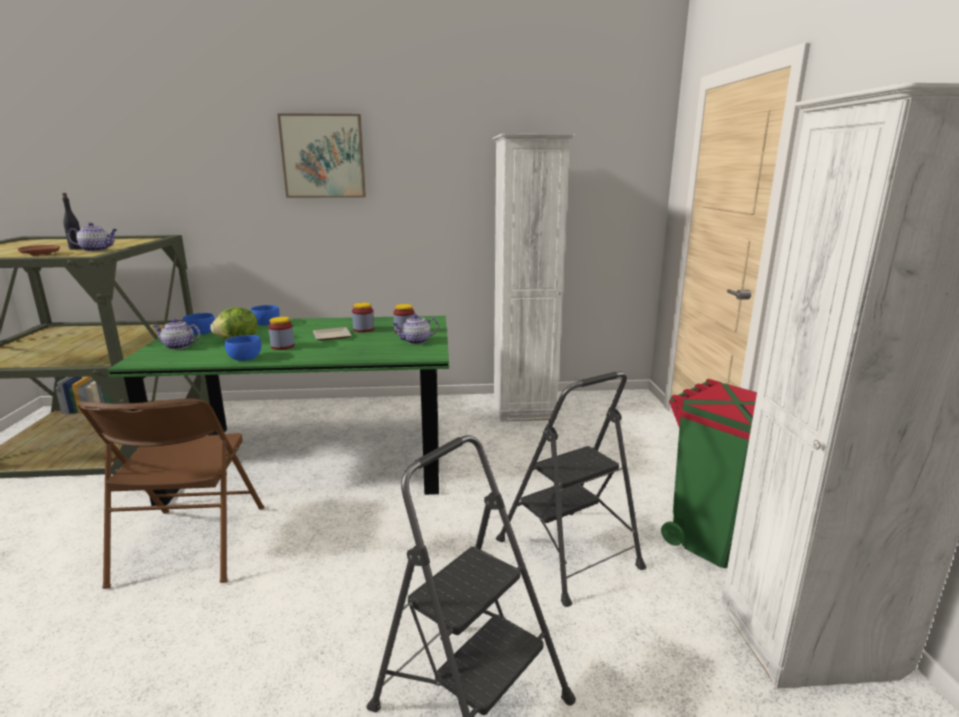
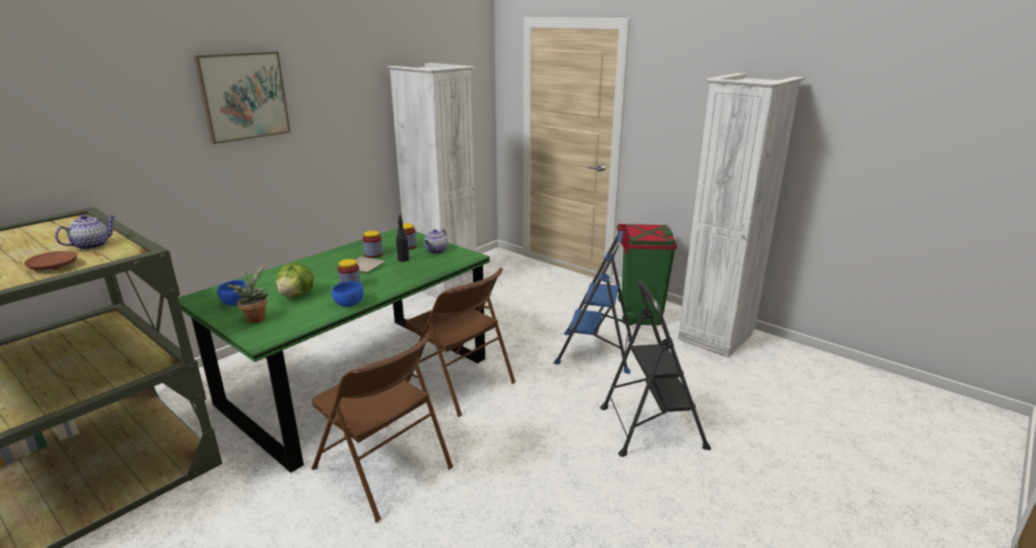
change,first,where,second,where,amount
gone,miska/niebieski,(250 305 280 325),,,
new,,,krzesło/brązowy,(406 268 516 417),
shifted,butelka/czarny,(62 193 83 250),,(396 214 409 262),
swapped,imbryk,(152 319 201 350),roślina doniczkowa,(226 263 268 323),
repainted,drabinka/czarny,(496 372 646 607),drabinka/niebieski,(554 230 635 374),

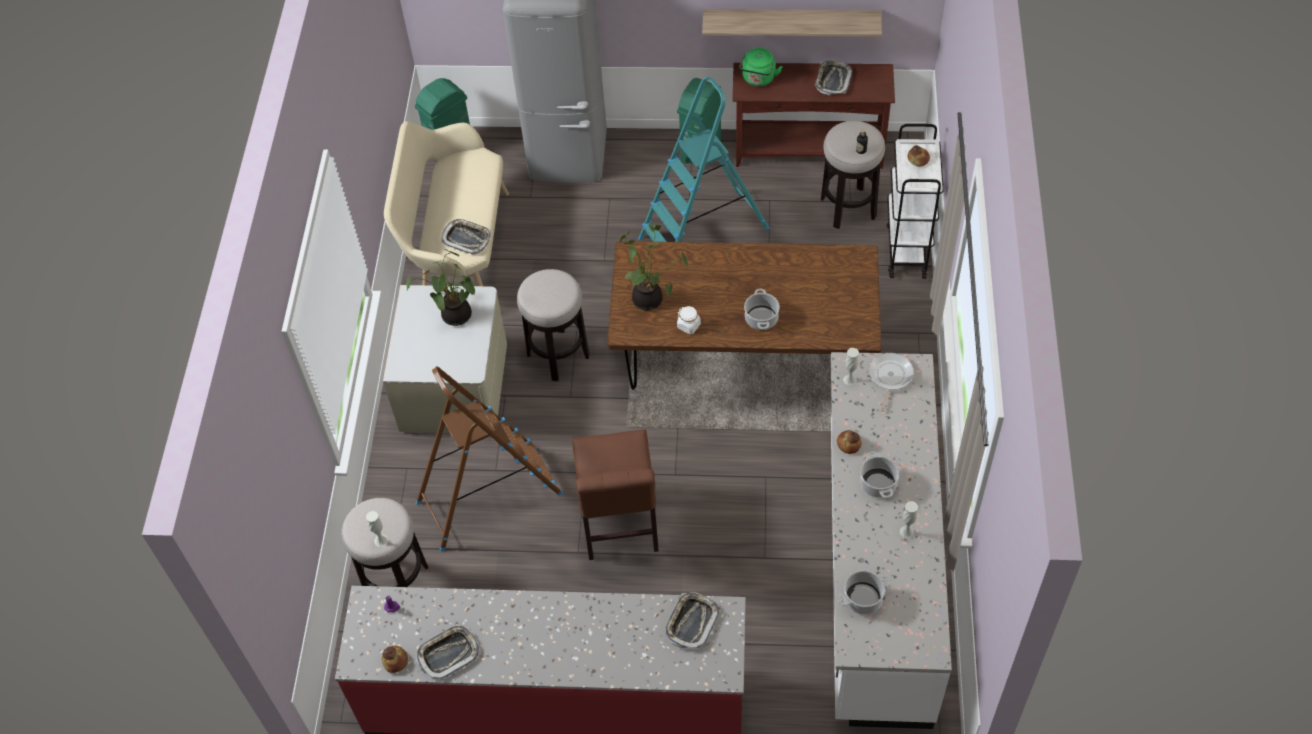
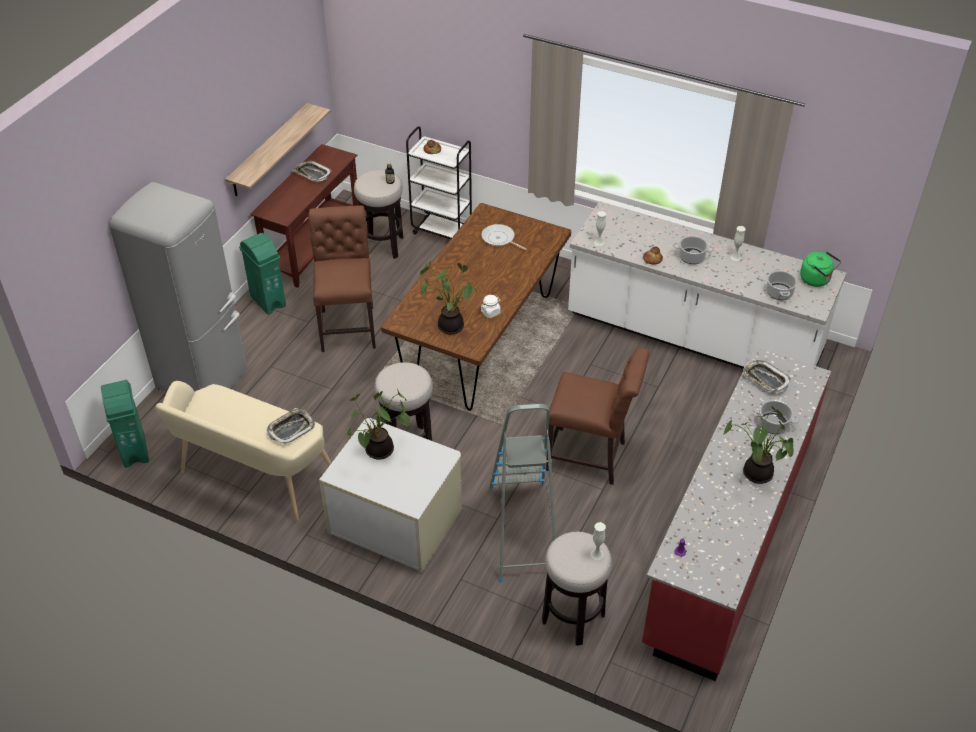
change,first,where,second,where,amount
gone,chleb,(382 646 408 673),,,
gone,taca,(416 624 480 681),,,
new,,,roślina doniczkowa,(723 406 794 484),
shifted,czajnik/zielony,(739 48 783 86),,(800 252 841 287),
shifted,garnek,(744 289 780 330),,(753 400 800 434),
shifted,patelnia,(869 353 914 411),,(481 224 527 250),
swapped,drabinka/turkusowy,(638 77 770 242),krzesło/brązowy,(308 205 376 352),
repainted,drabinka/brązowy,(416 366 563 551),drabinka/szary,(489 404 556 583),

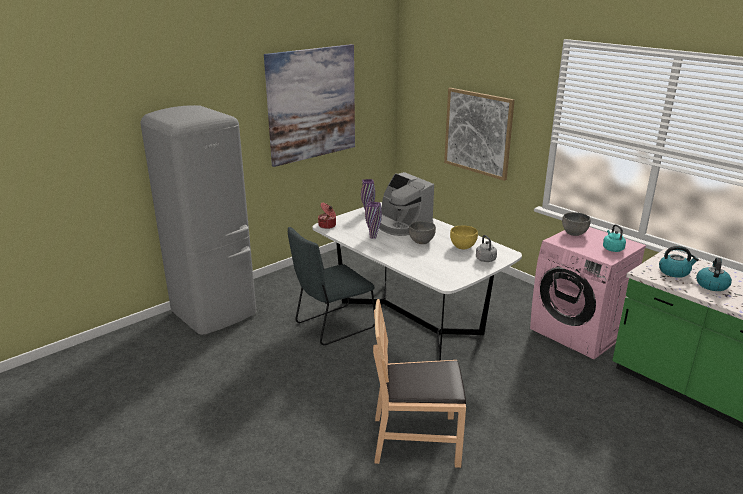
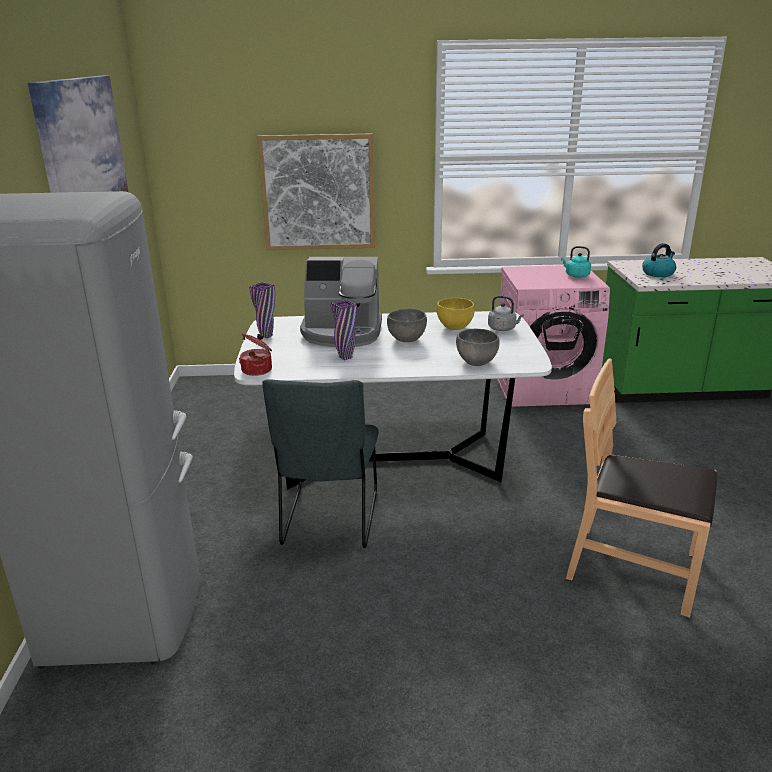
change,first,where,second,where,amount
gone,czajnik,(696 258 732 291),,,
shifted,miska/szary,(562 212 591 236),,(456 329 500 366),
rotated,krzesło/brązowy,(373 299 466 468),,(566 358 717 618),75 degrees clockwise

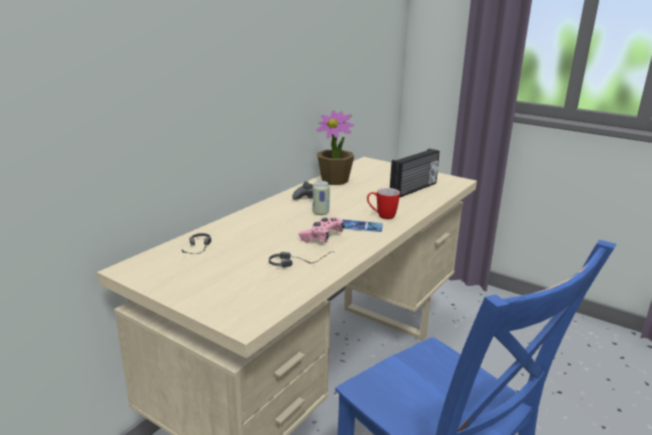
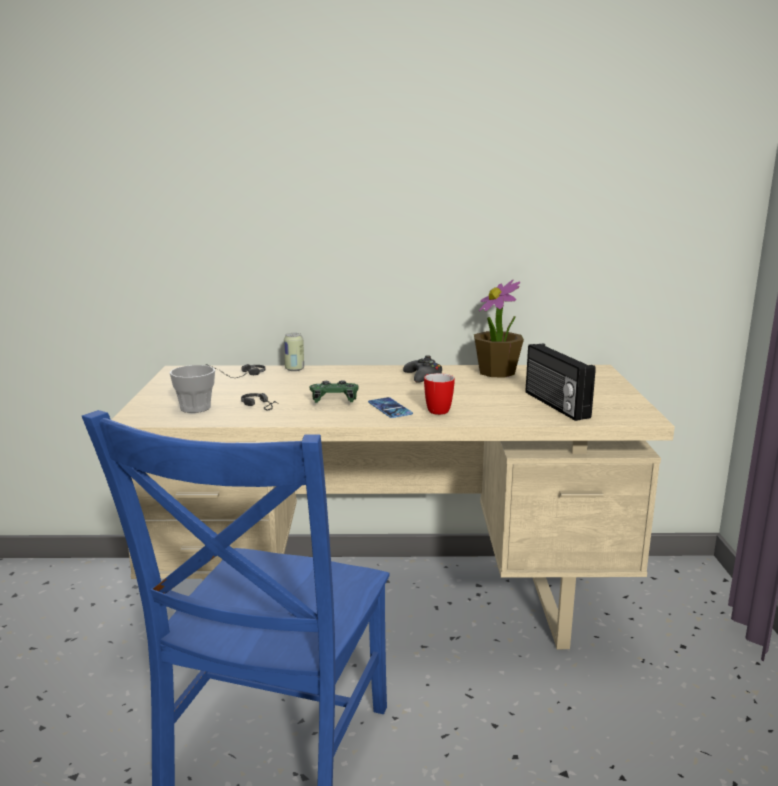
change,first,where,second,where,amount
new,,,filiżanka,(170 365 215 413),
shifted,puszka,(313 181 330 215),,(284 333 304 371),
repainted,pad do gier/różowy,(299 217 345 243),pad do gier/zielony,(310 380 358 403),
rotated,radio,(390 149 440 198),,(525 343 596 421),60 degrees clockwise

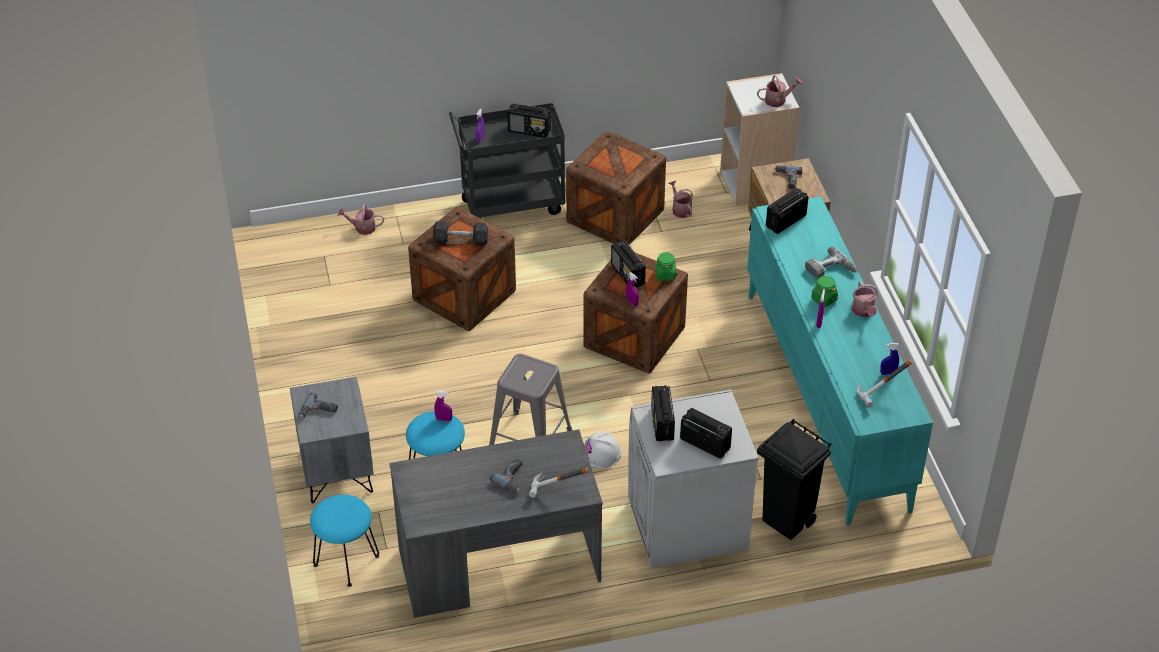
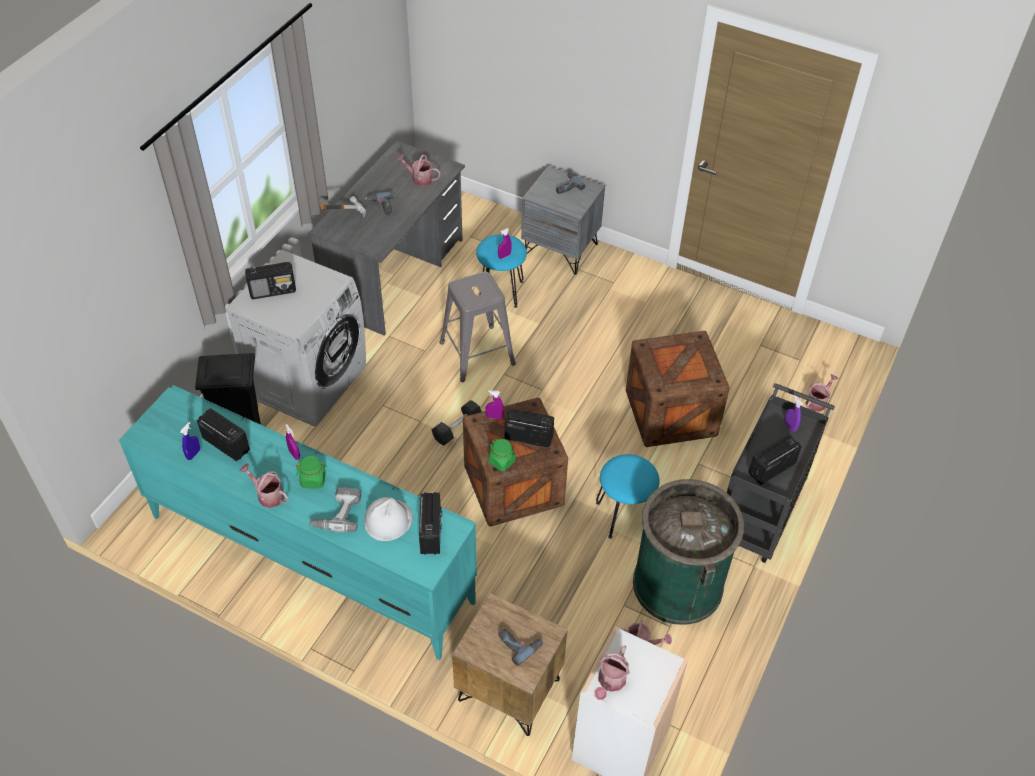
change,first,where,second,where,amount
gone,młotek,(857 360 912 408),,,
new,,,konewka,(397 154 441 186),
shifted,stołek/turkusowy,(310 495 379 587),,(596 454 660 539),
shifted,hantel/szary,(433 221 488 246),,(432 400 482 446),
shifted,kask/biały,(584 432 622 468),,(364 497 413 541),
shifted,radio,(651 385 675 441),,(197 408 250 461),
swapped,skrzynka,(566 131 666 245),kosz na śmieci/zielony,(633 479 744 625),

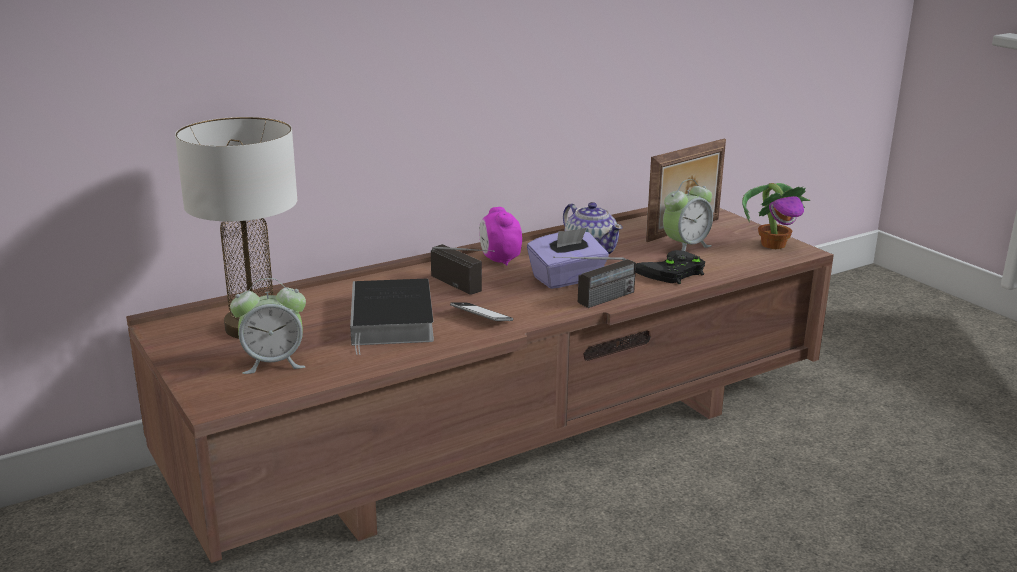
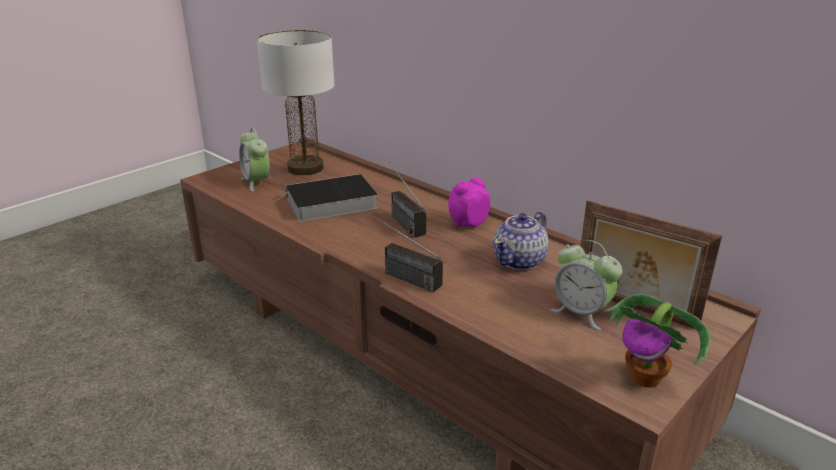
change,first,where,second,where,amount
gone,telefon,(450 302 513 321),,,
gone,pudełko chusteczek/fioletowy,(527 228 609 289),,,
gone,pad do gier/czarny,(635 250 705 284),,,
rotated,radio,(431 244 494 295),,(389 162 426 238),120 degrees clockwise

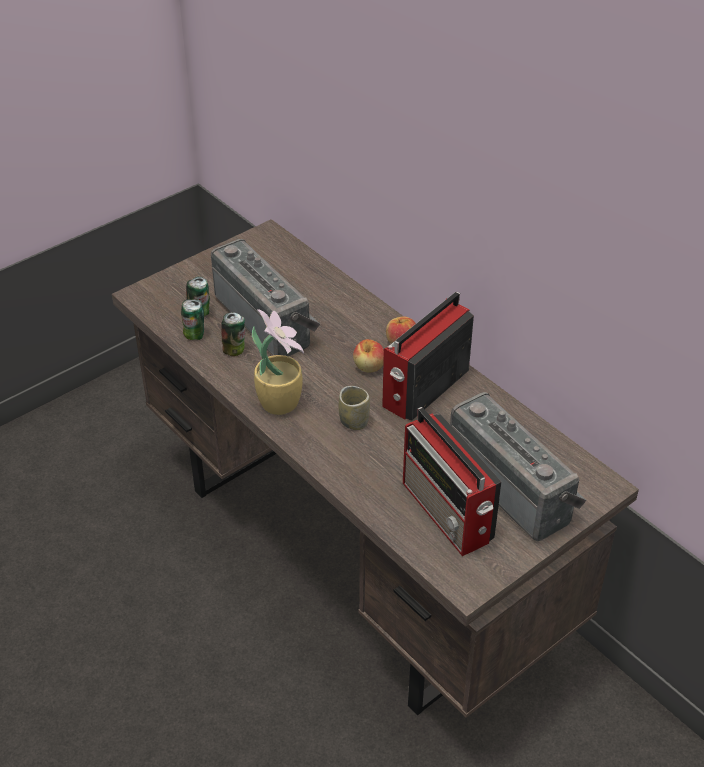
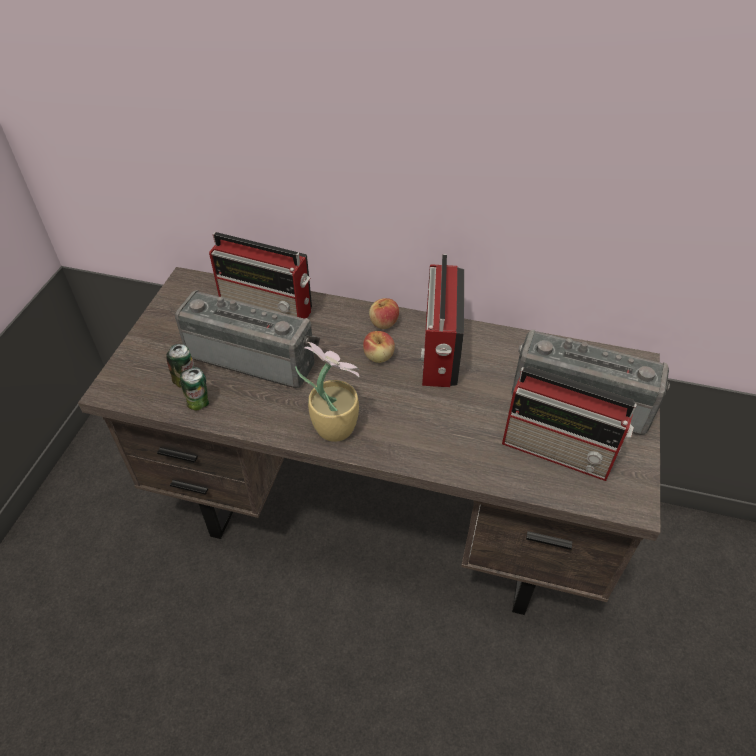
change,first,where,second,where,amount
gone,puszka,(221 312 246 356),,,
gone,filiżanka,(339 386 370 430),,,
new,,,radio,(209 232 312 319),

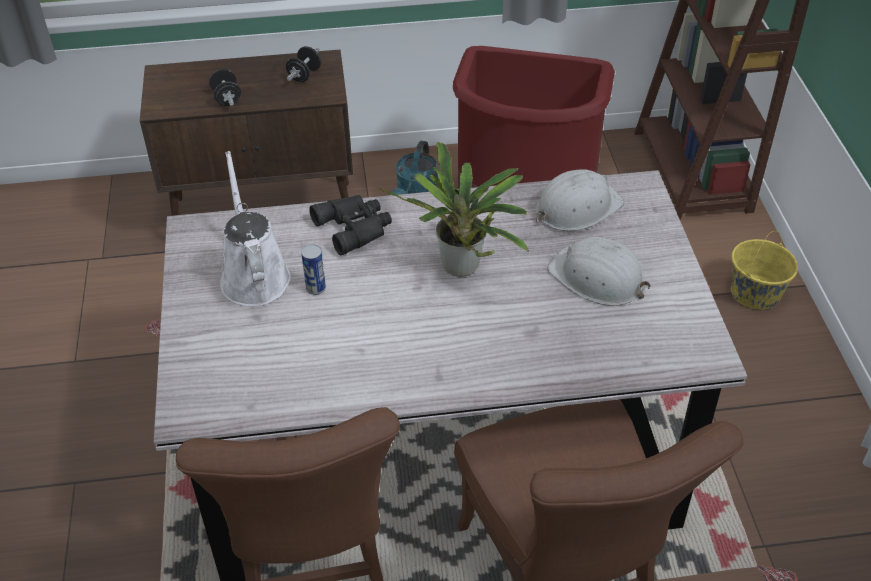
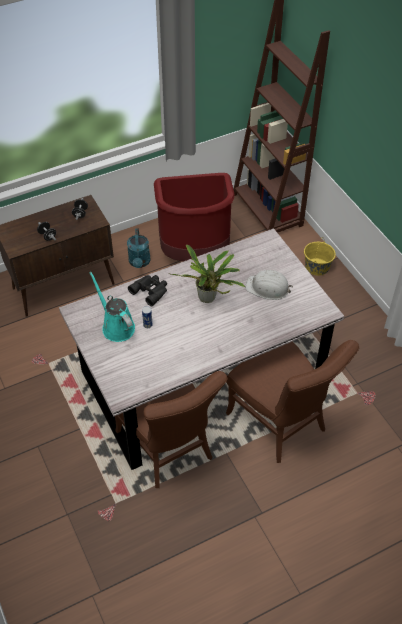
change,first,where,second,where,amount
gone,kask/biały,(536 169 624 231),,,
repainted,konewka/biały,(220 151 291 307),konewka/turkusowy,(90 272 135 342),

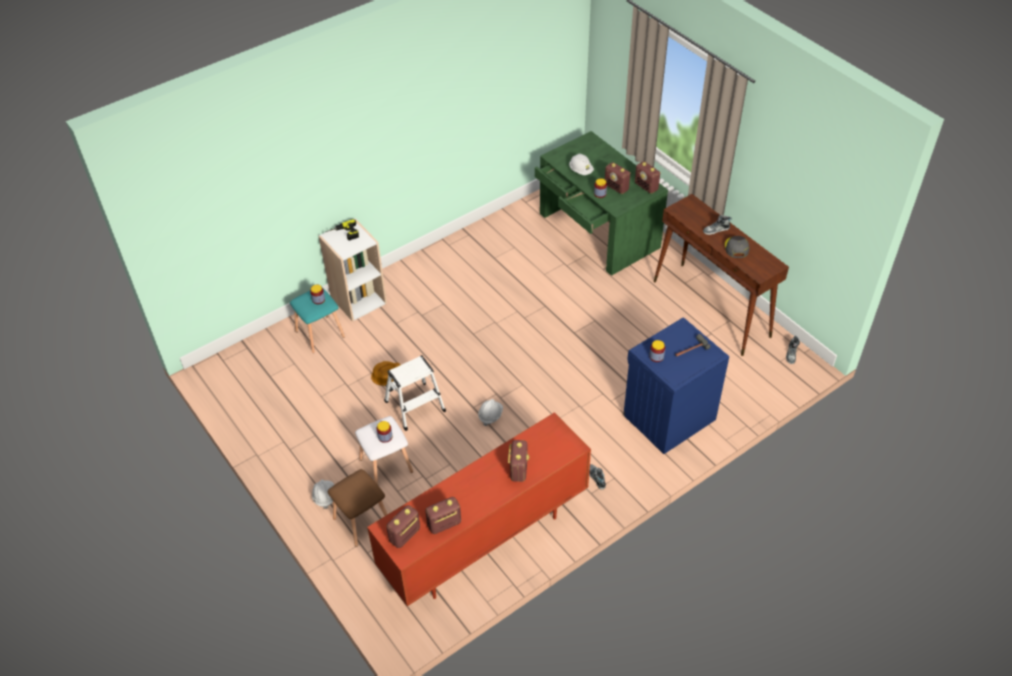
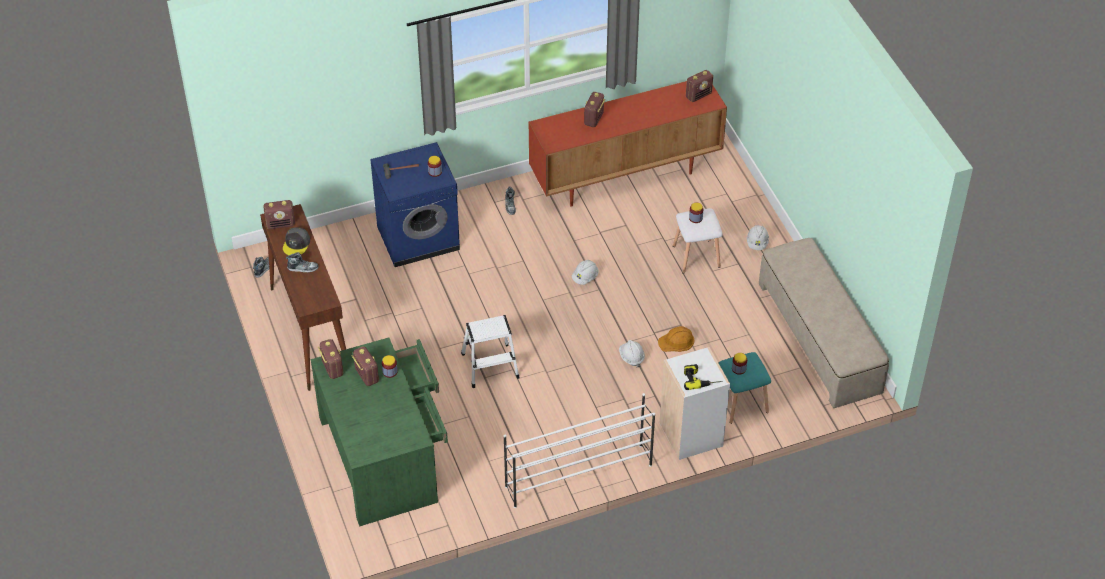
change,first,where,second,where,amount
gone,stołek/brązowy,(328 469 388 547),,,
new,,,regał na buty/biały,(504 393 655 508),
new,,,ławka/beżowy,(759 238 889 408),
shifted,drabinka/biały,(384 355 446 431),,(461 315 520 388),
shifted,radio,(425 497 461 534),,(263 200 295 229),
shifted,kask/biały,(569 154 594 175),,(619 340 645 368),

